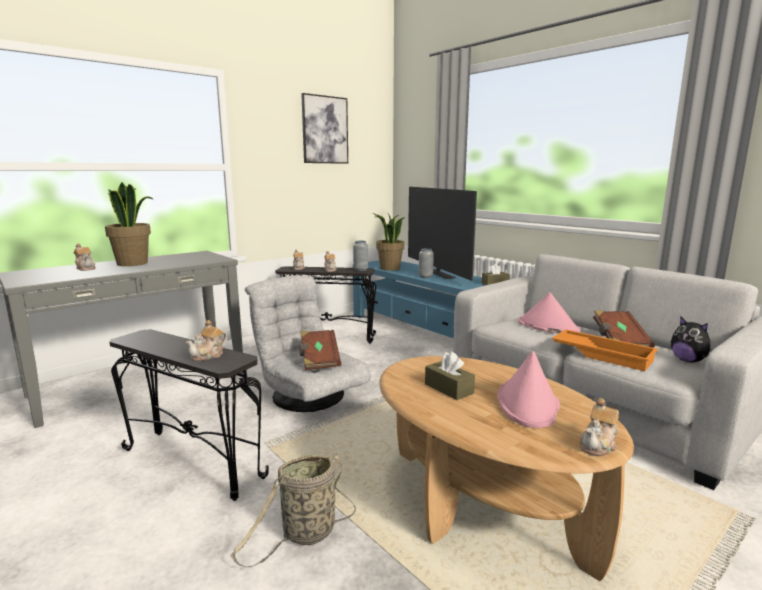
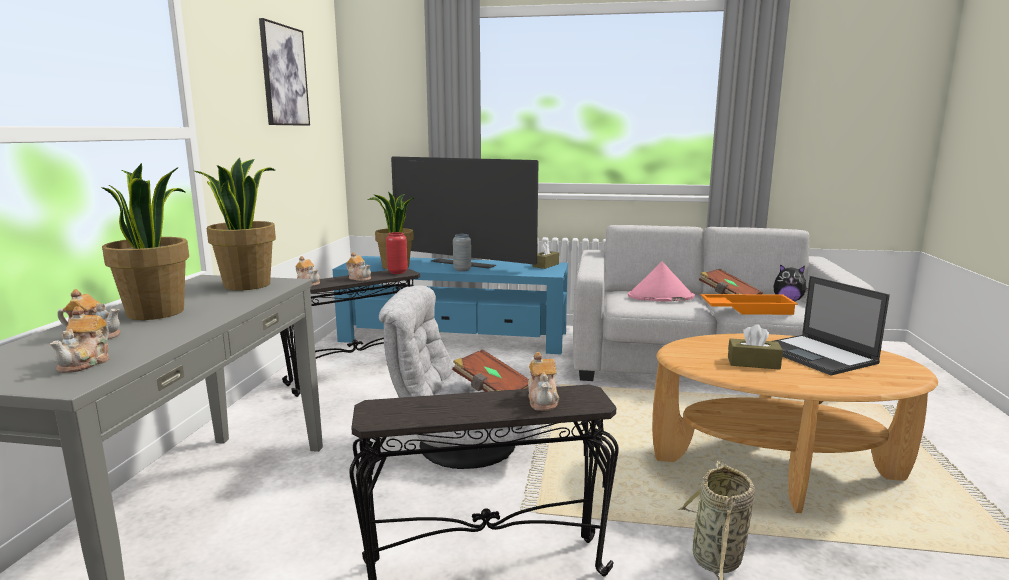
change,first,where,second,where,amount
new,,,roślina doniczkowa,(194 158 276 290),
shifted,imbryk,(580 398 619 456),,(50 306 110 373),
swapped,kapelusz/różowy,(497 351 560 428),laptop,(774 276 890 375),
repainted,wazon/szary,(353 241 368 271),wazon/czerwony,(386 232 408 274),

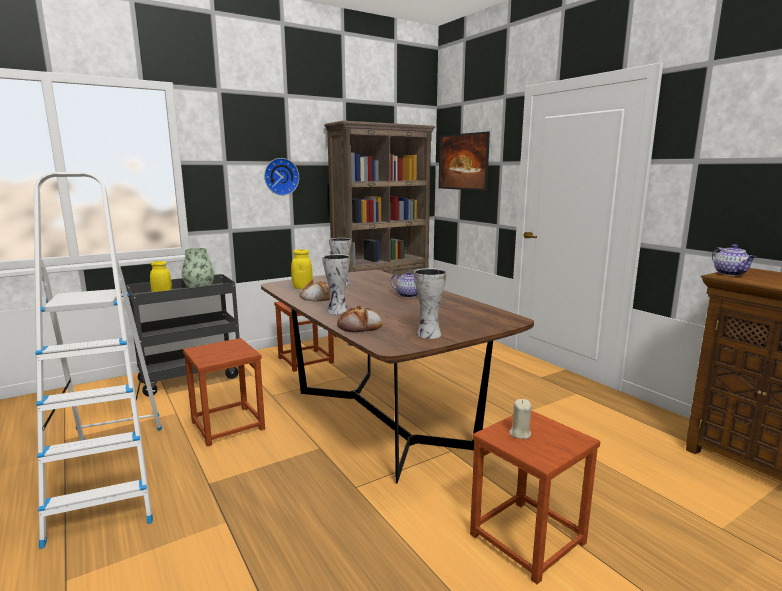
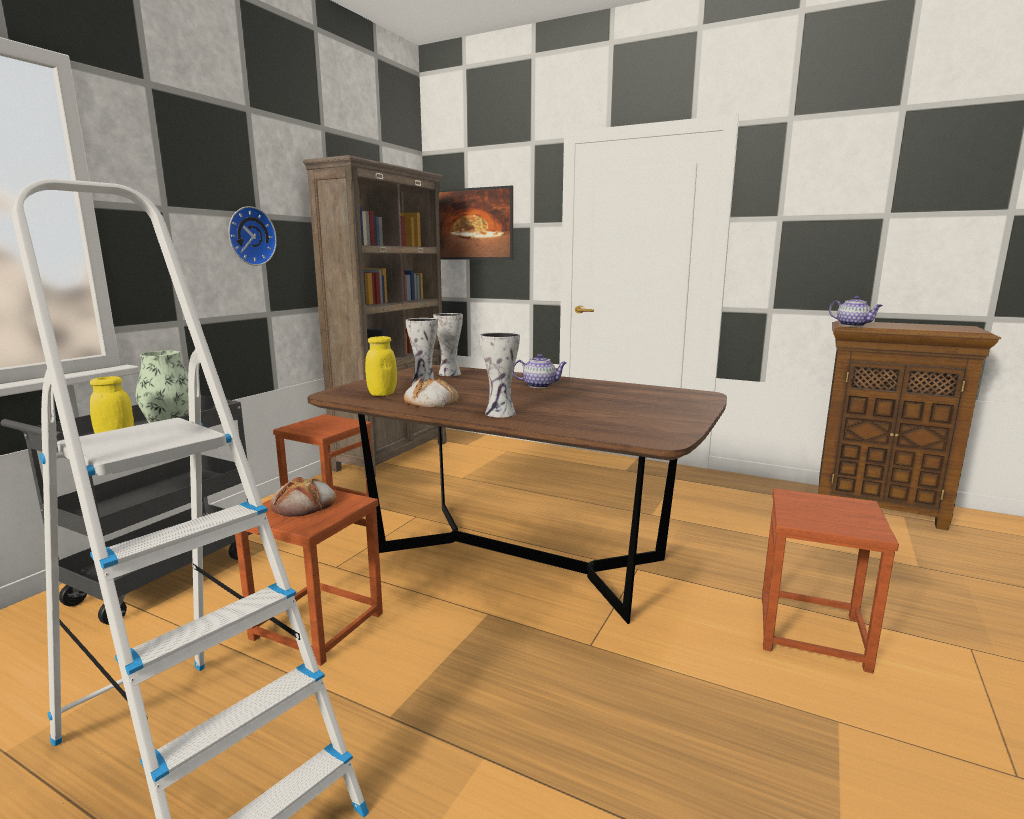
change,first,where,second,where,amount
gone,świeca/beżowy,(509 399 531 439),,,
shifted,chleb,(337 306 382 332),,(270 477 336 517),
shifted,wazon,(414 268 447 339),,(433 313 463 376),

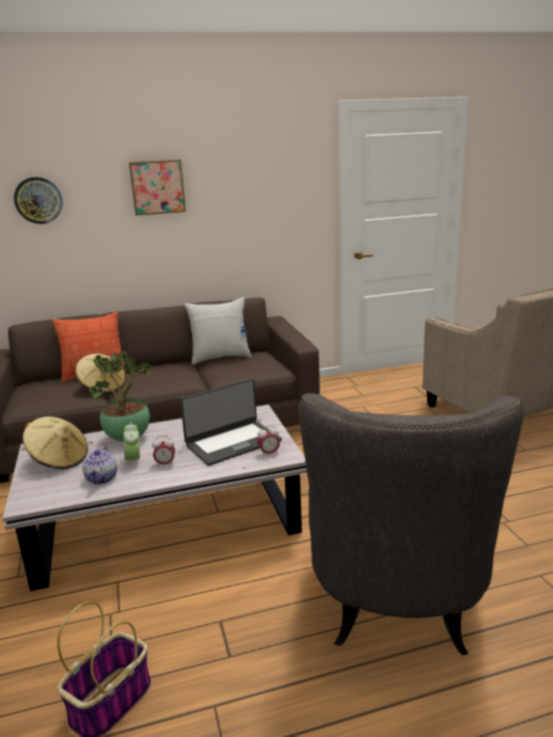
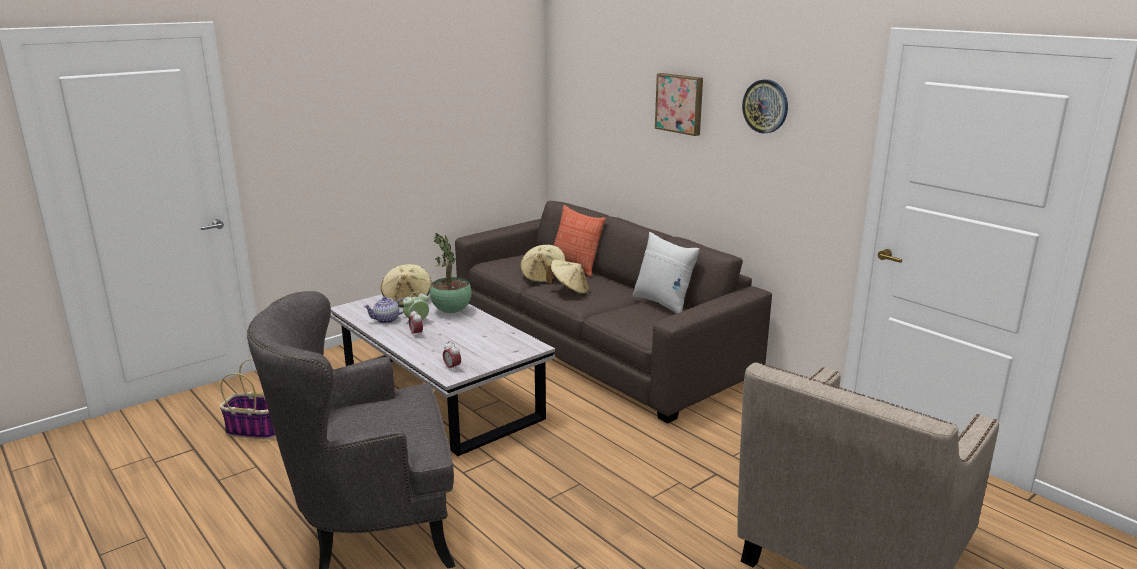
change,first,where,second,where,amount
gone,laptop,(180 378 282 466),,,
new,,,kapelusz/beżowy,(546 259 589 295),
shifted,zegar ścienny,(14 177 63 224),,(742 79 788 134),

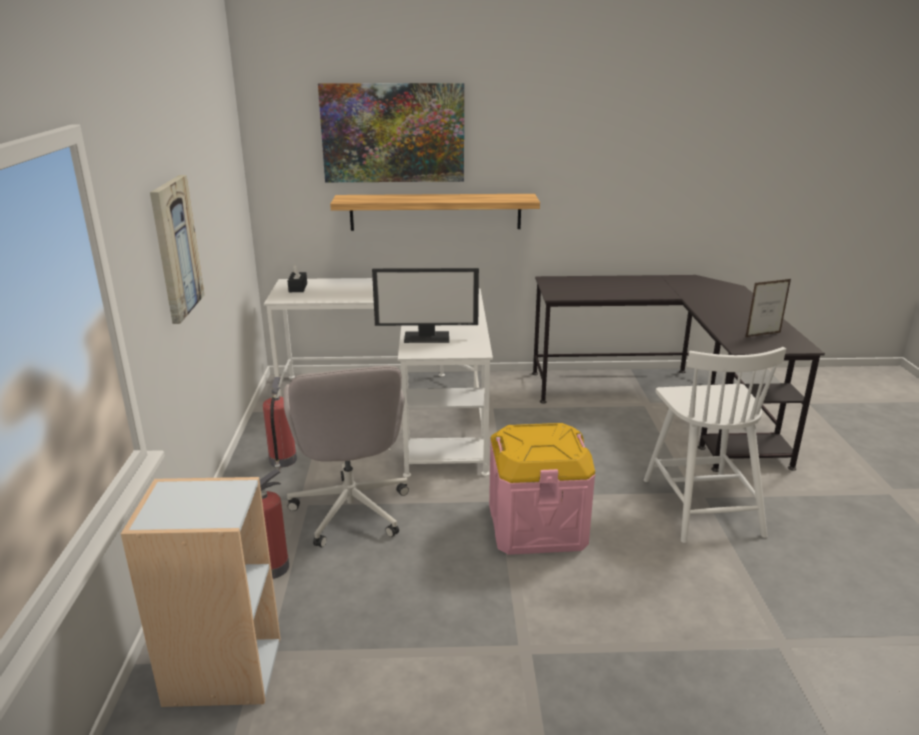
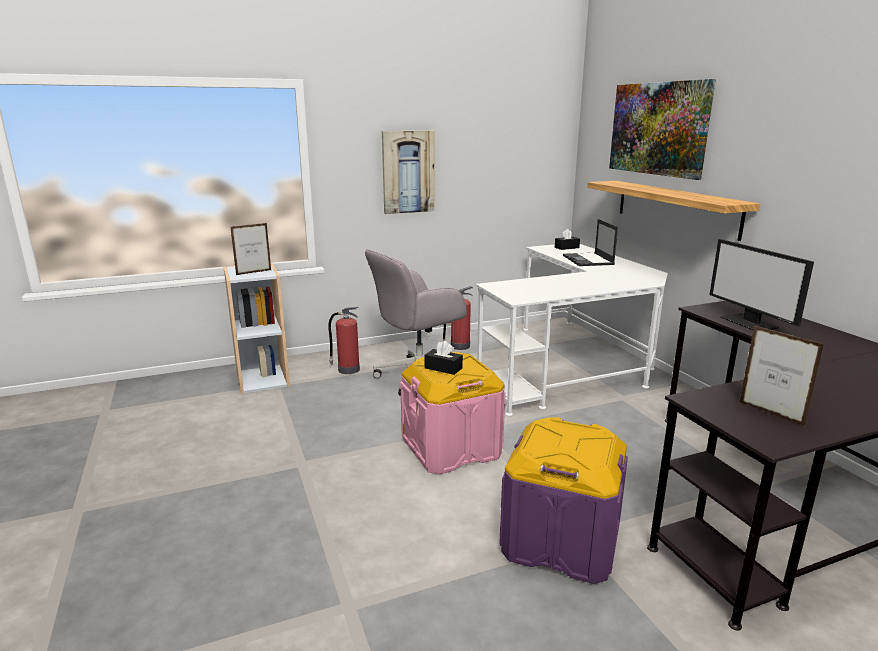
change,first,where,second,where,amount
new,,,ramka na zdjęcie,(230 223 271 275),
new,,,pudełko chusteczek/czarny,(425 341 463 375),
new,,,laptop,(563 219 618 266),
shifted,monitor,(372 268 479 343),,(709 239 814 330),
swapped,krzesło/biały,(644 347 786 543),pojemnik do przechowywania/fioletowy,(499 417 628 584),

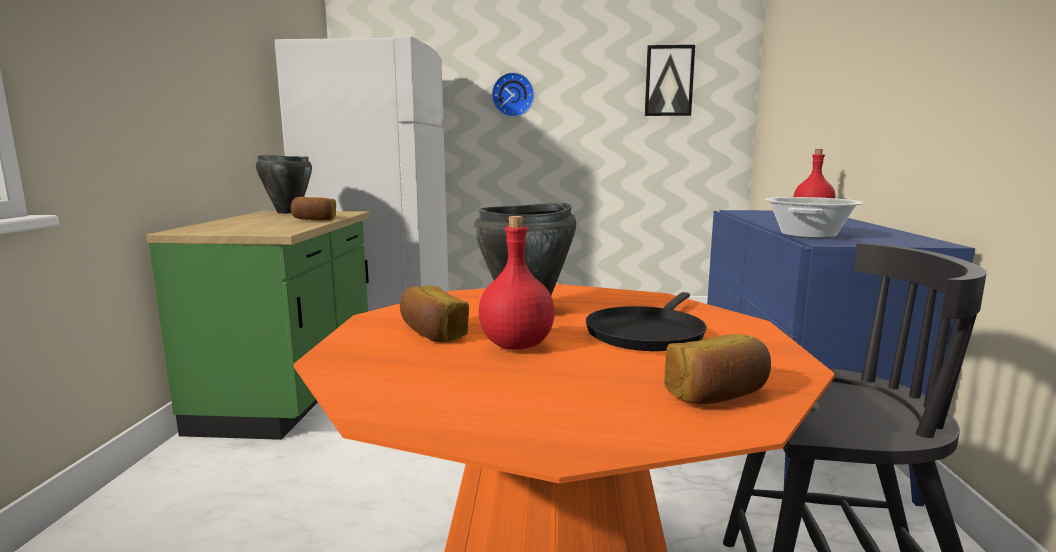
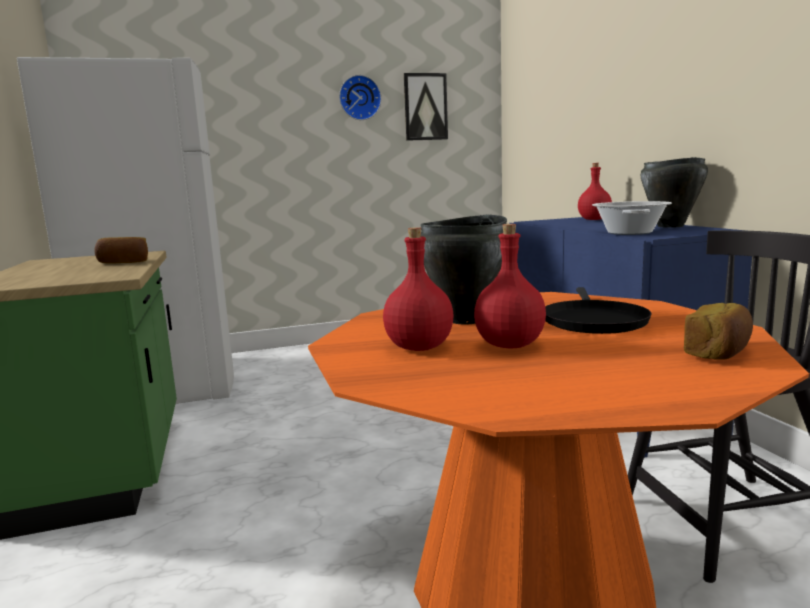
change,first,where,second,where,amount
shifted,garnek/czarny,(256 155 312 214),,(641 157 708 228),
shifted,zegar ścienny,(491 72 534 117),,(339 75 381 120),
swapped,chleb,(400 285 469 343),butelka/czerwony,(383 227 454 351),

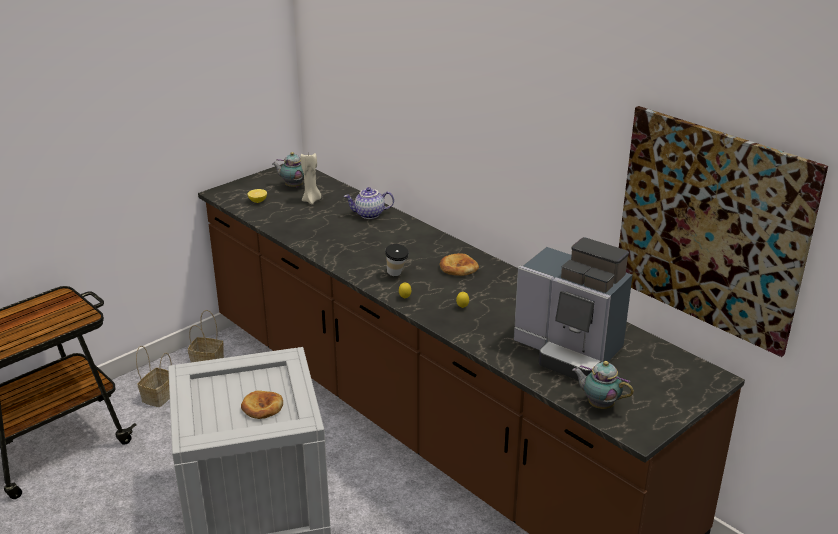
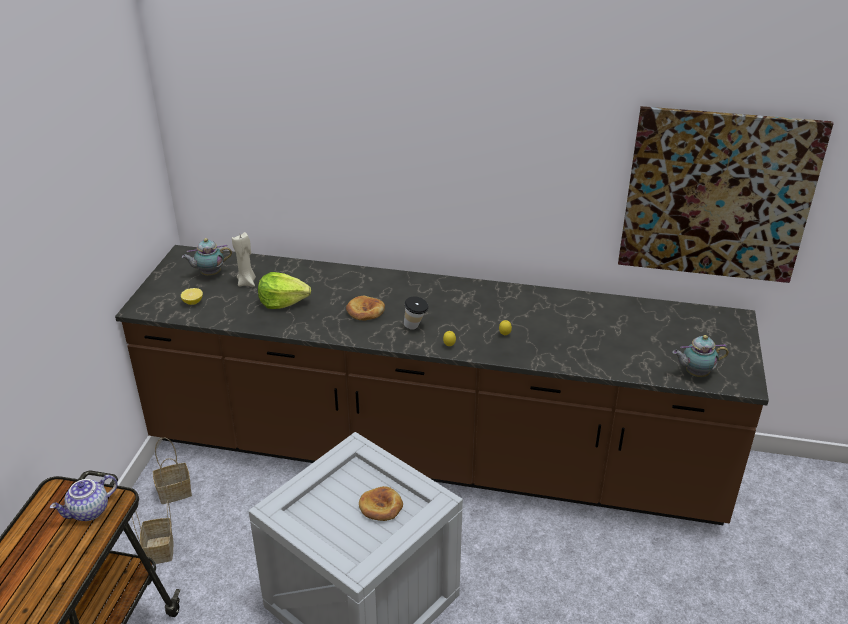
change,first,where,second,where,amount
gone,ekspres do kawy,(514 237 633 381),,,
new,,,sałata,(258 272 311 309),
shifted,imbryk,(344 187 394 219),,(50 475 117 521),
shifted,chleb,(440 253 479 276),,(346 296 385 321),

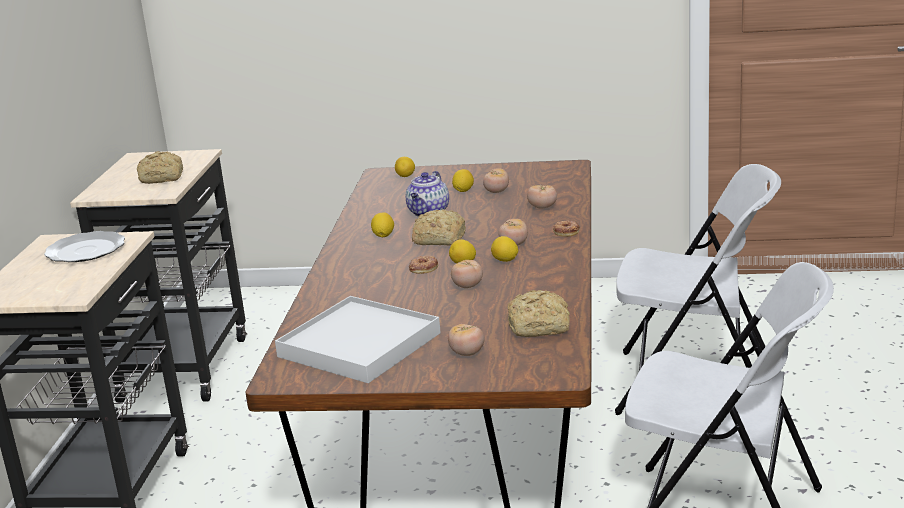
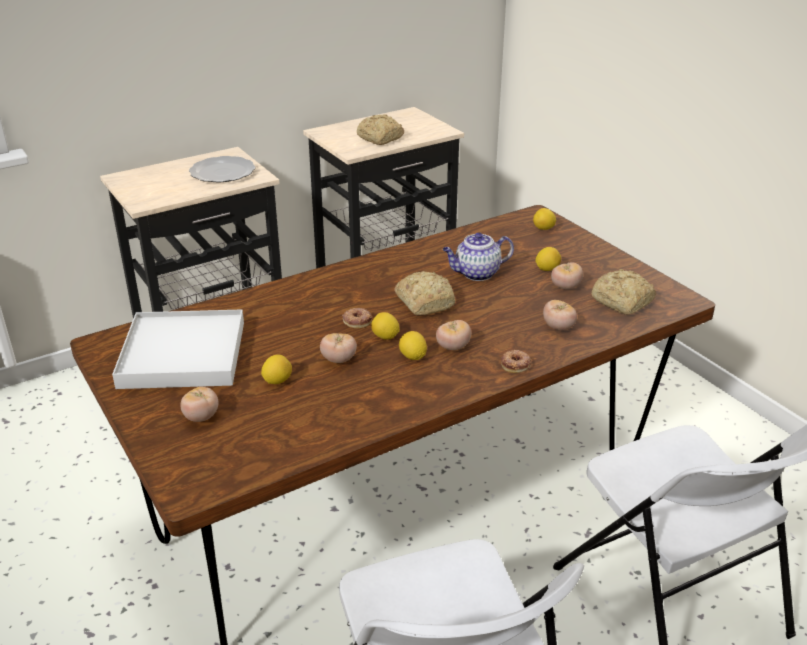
change,first,where,second,where,amount
shifted,cytryna,(371 212 394 237),,(261 354 292 384),
shifted,chleb,(507 290 570 337),,(591 269 656 315),

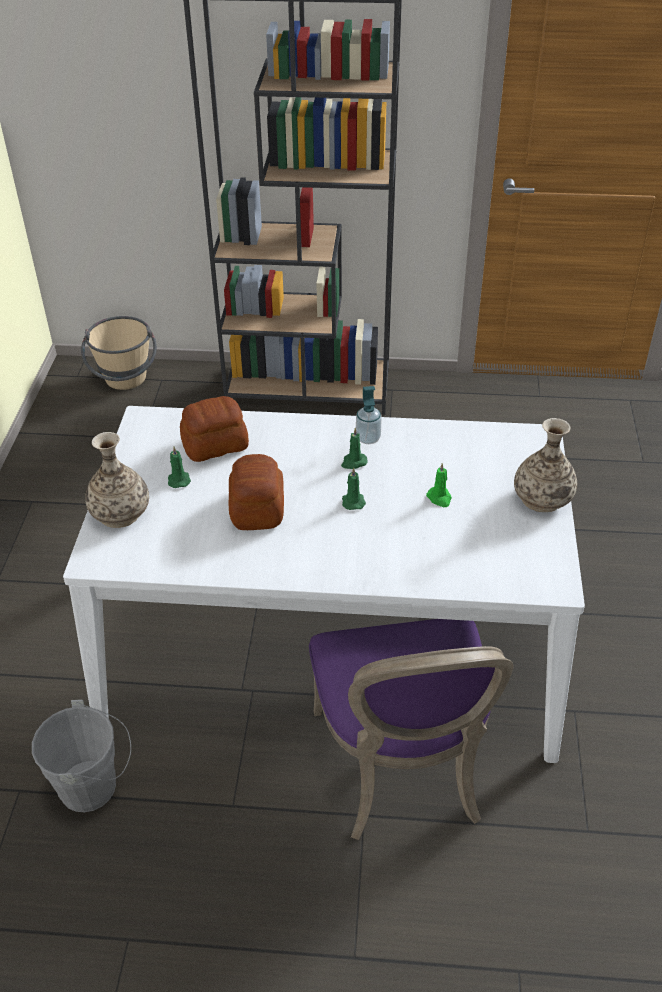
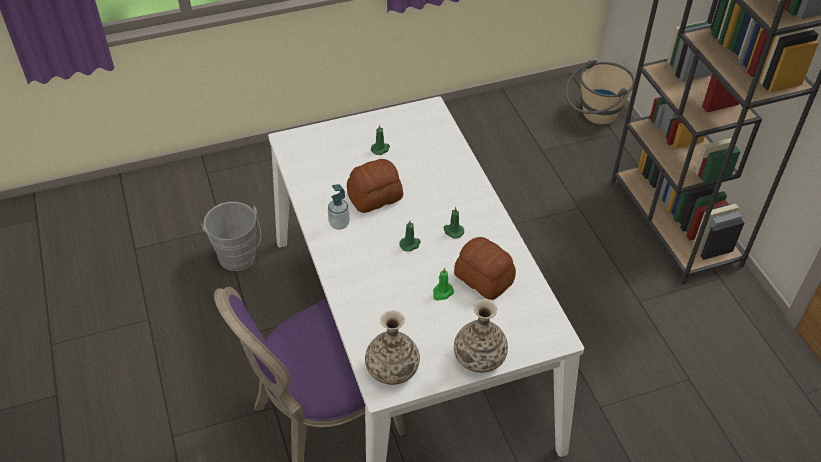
change,first,where,second,where,amount
shifted,wazon,(85 432 149 528),,(365 310 420 385),
shifted,chleb,(180 396 249 462),,(454 237 516 300),
shifted,dozownik mydła,(356 386 382 444),,(328 184 350 230),

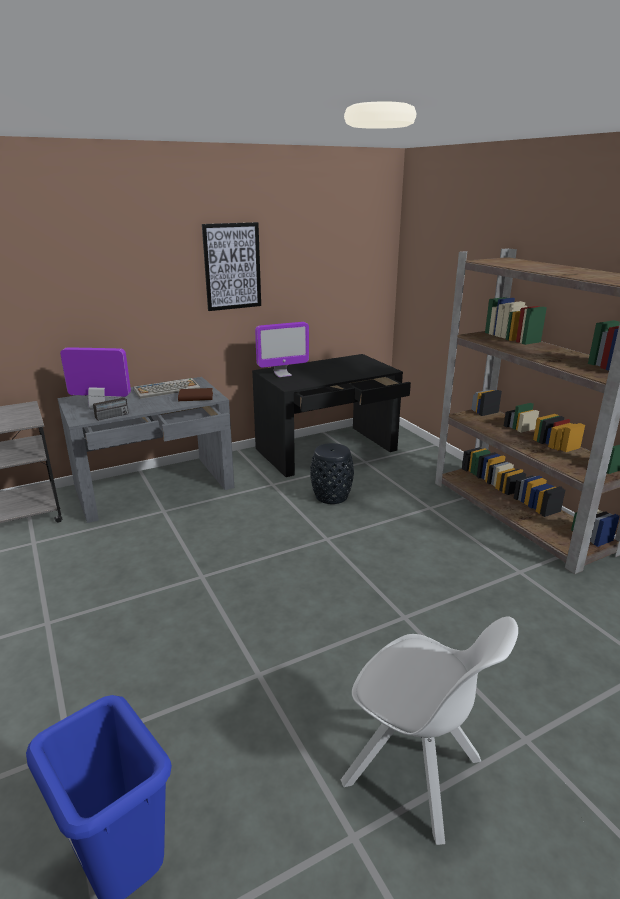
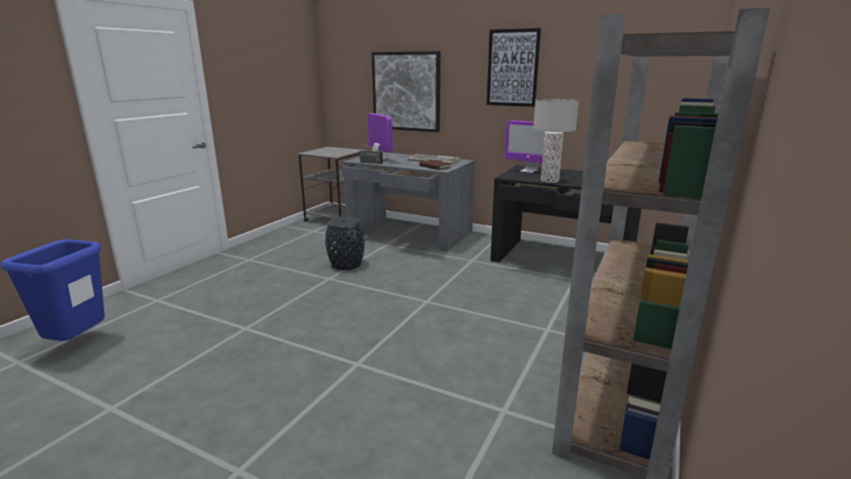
change,first,where,second,where,amount
gone,krzesło/biały,(341 616 518 845),,,
new,,,obraz,(372 51 440 132),
new,,,lampa stołowa/biały,(533 99 579 183),
shifted,stołek/czarny,(310 443 354 504),,(325 217 365 270),

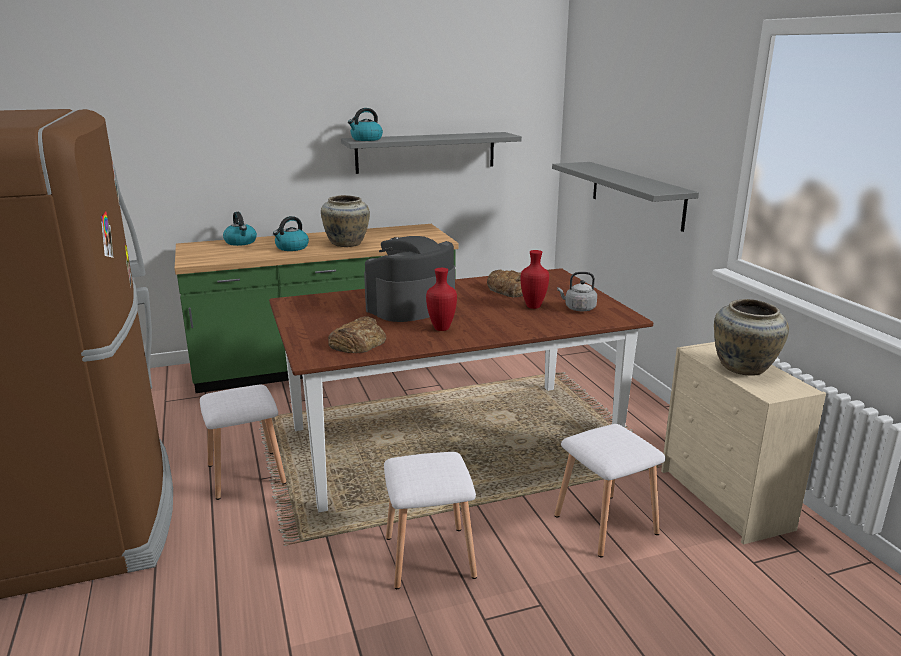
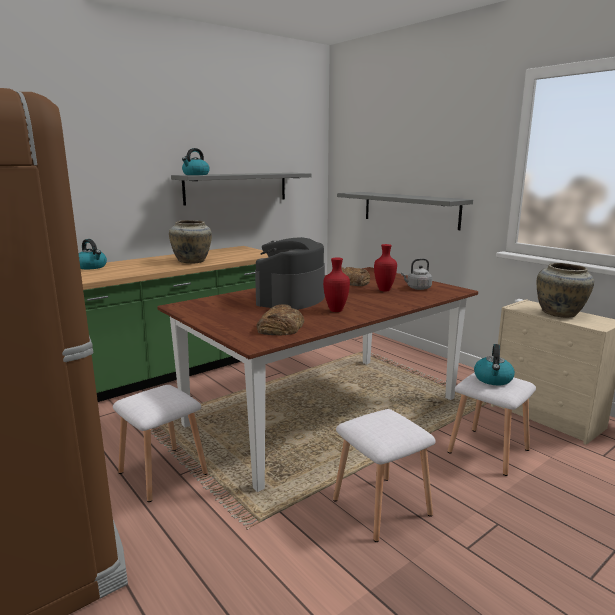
change,first,where,second,where,amount
shifted,czajnik,(273 216 309 251),,(474 344 515 385),

